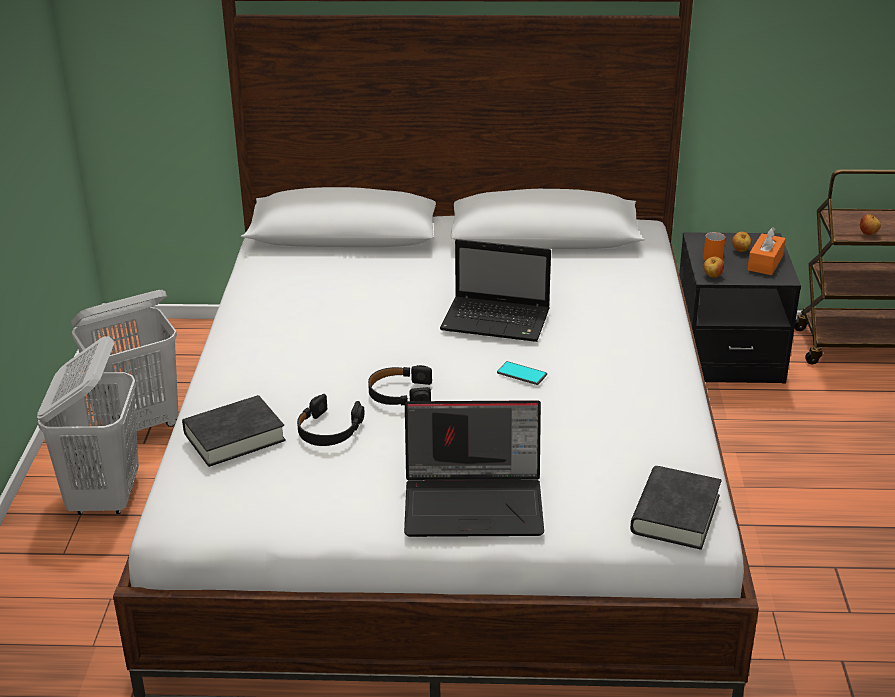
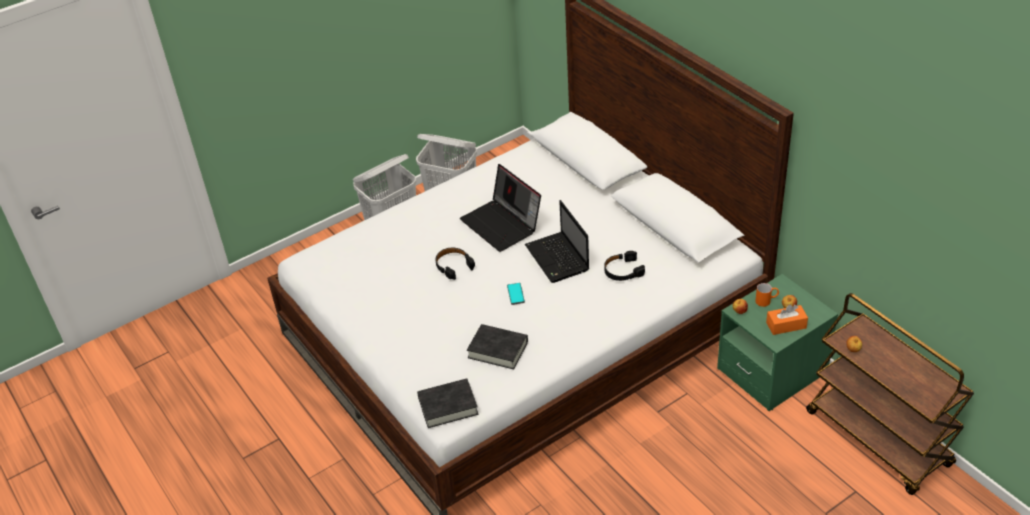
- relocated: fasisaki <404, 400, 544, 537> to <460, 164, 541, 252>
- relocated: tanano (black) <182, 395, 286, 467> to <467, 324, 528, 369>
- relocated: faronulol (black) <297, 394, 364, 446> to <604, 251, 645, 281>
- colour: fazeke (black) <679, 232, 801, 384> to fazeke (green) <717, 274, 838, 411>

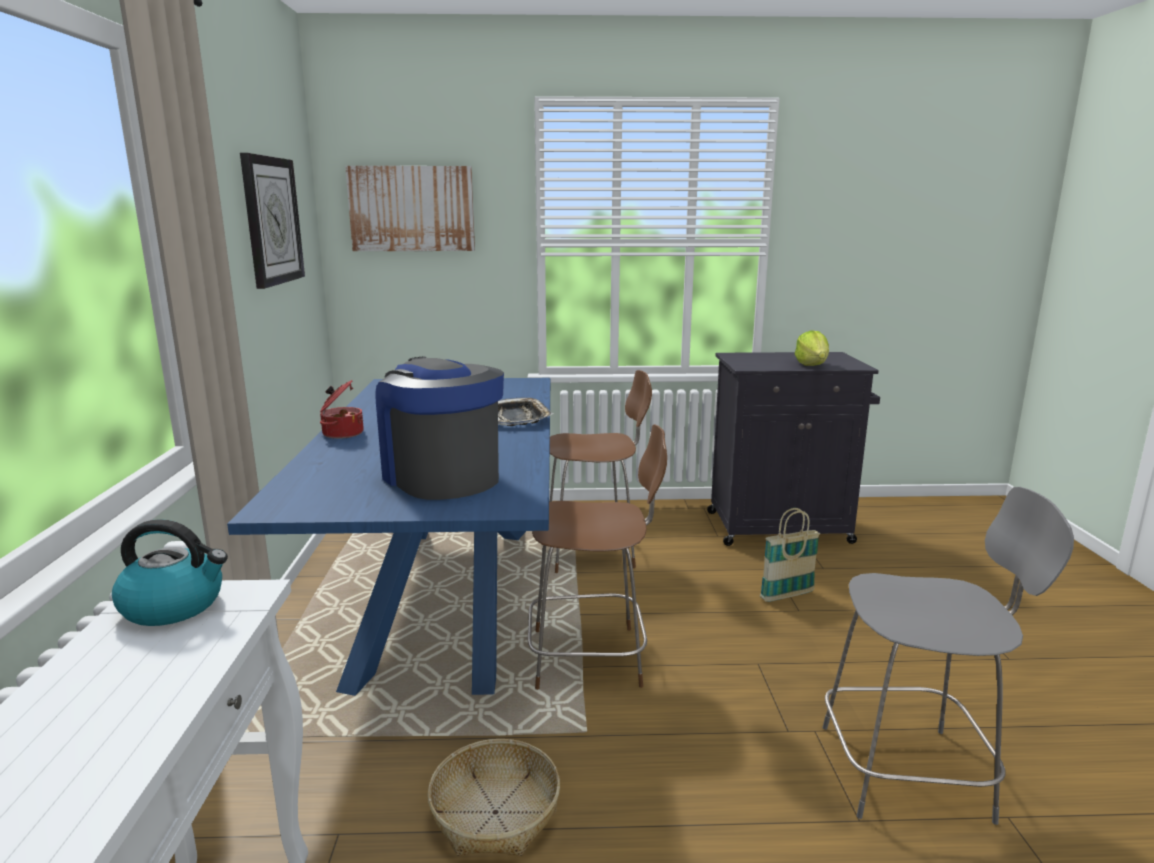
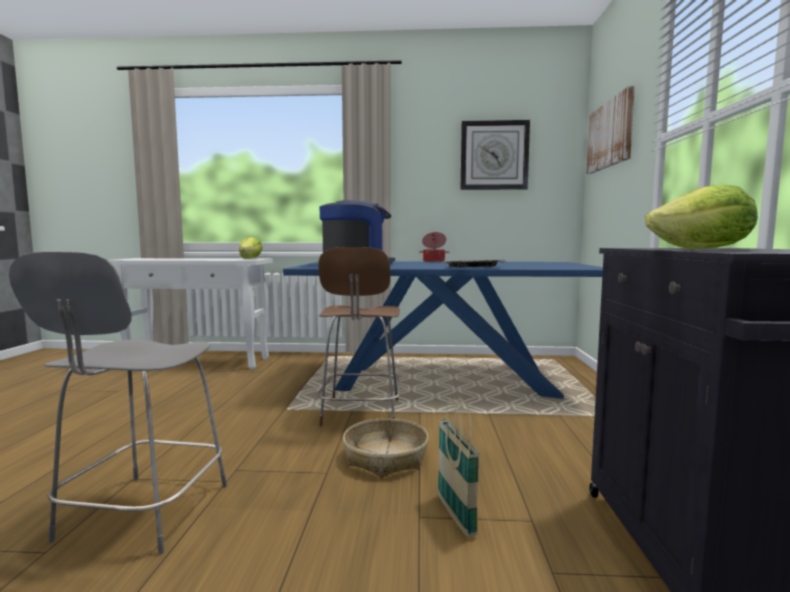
- exchanged: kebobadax <112, 519, 228, 626> to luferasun <239, 237, 263, 259>
- relocated: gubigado <428, 739, 560, 856> to <343, 418, 429, 477>
- missing: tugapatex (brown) <550, 370, 652, 573>

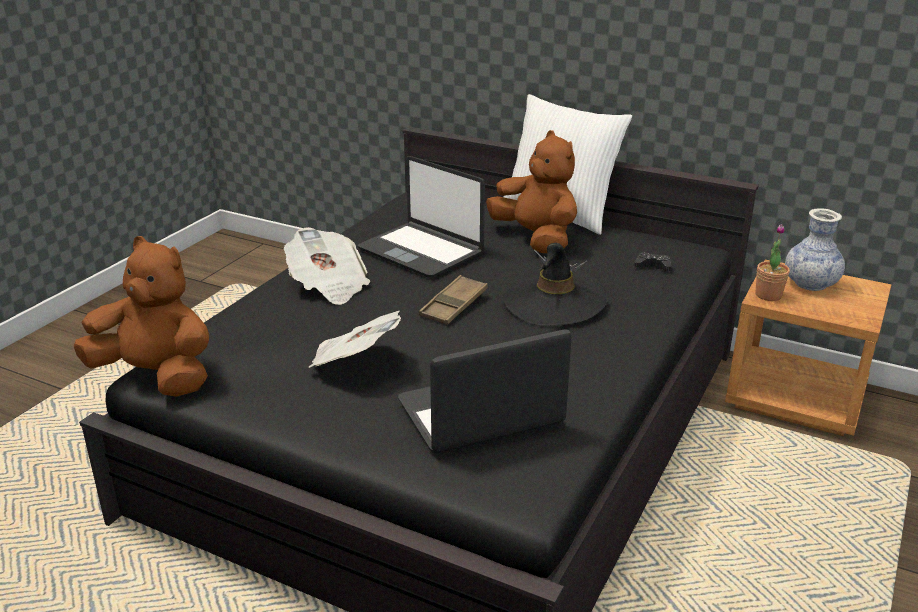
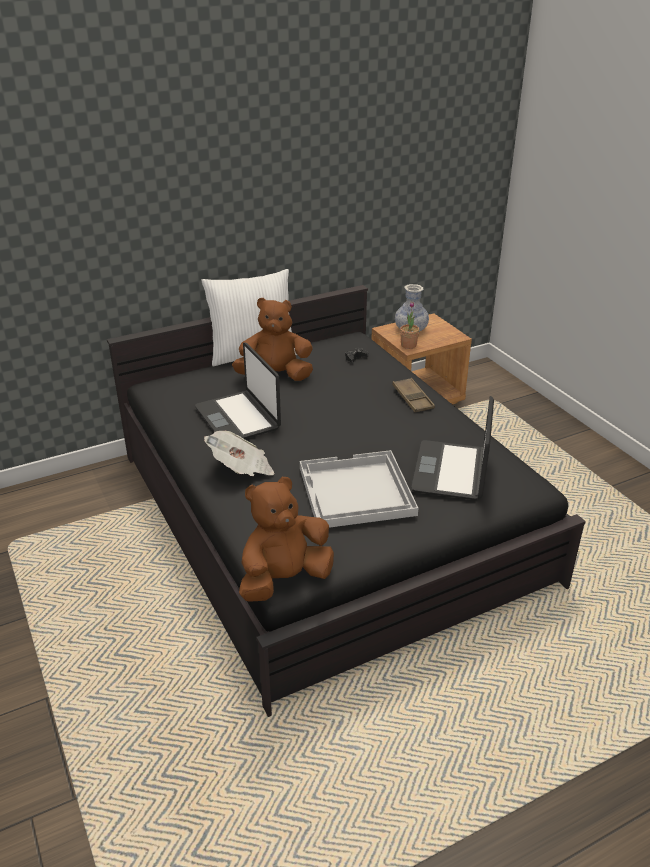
- spun: fasisaki <358, 156, 485, 278> = <195, 343, 281, 439> 75 degrees clockwise
- exchanged: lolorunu <308, 311, 401, 368> to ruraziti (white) <300, 450, 418, 528>
- relocated: ruraziti (brown) <419, 275, 488, 325> to <392, 378, 435, 413>
- missing: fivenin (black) <503, 243, 607, 326>

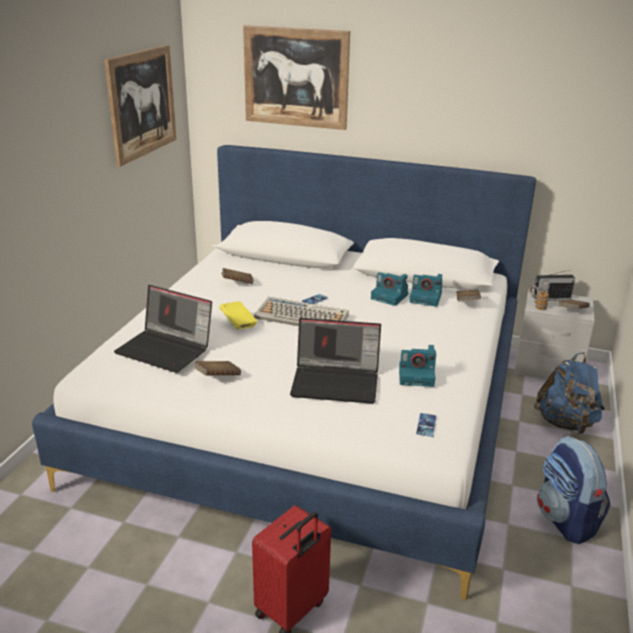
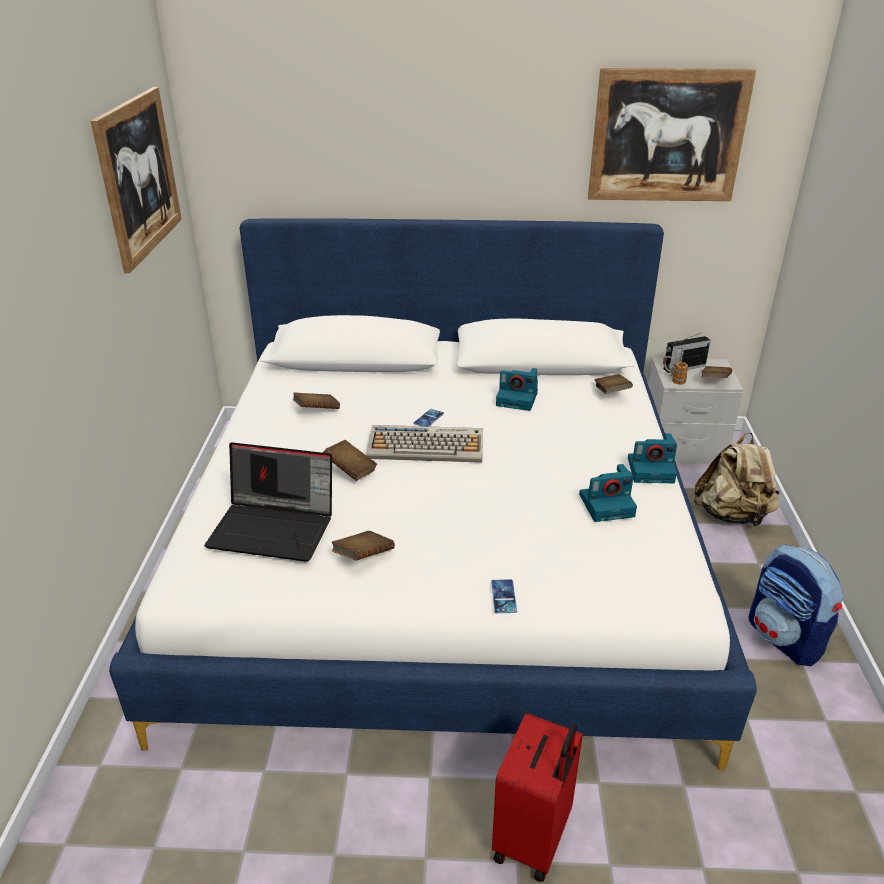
- colour: tanano (yellow) <219, 301, 258, 329> to tanano (brown) <323, 440, 378, 481>
- relocated: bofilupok <416, 413, 437, 437> to <491, 579, 517, 613>
- relocated: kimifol <243, 25, 350, 130> to <588, 68, 756, 201>
- relocated: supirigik <409, 274, 442, 307> to <628, 433, 677, 483>
- colour: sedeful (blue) <534, 352, 605, 434> to sedeful (beige) <694, 432, 779, 527>
- missing: fasisaki <290, 318, 381, 404>

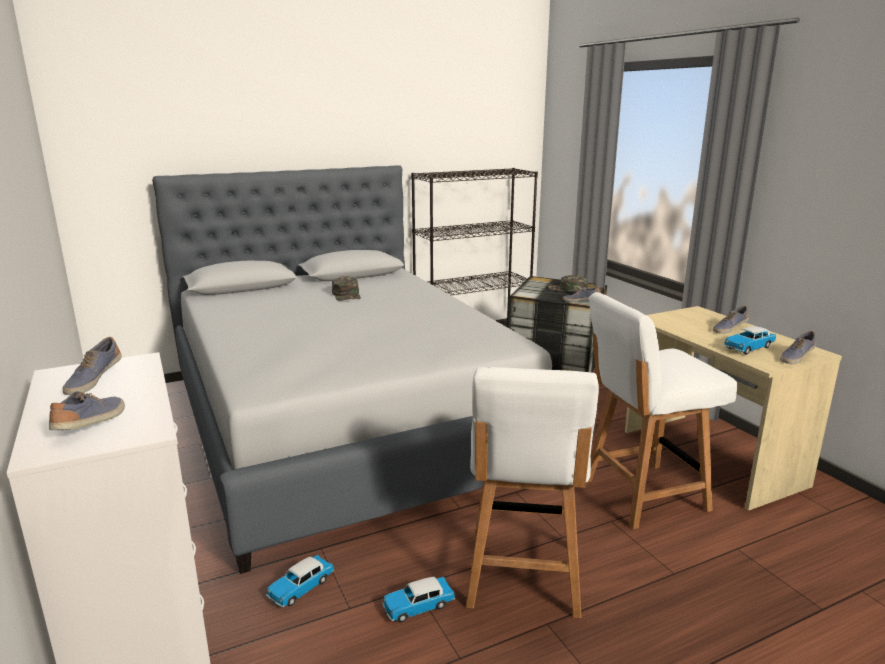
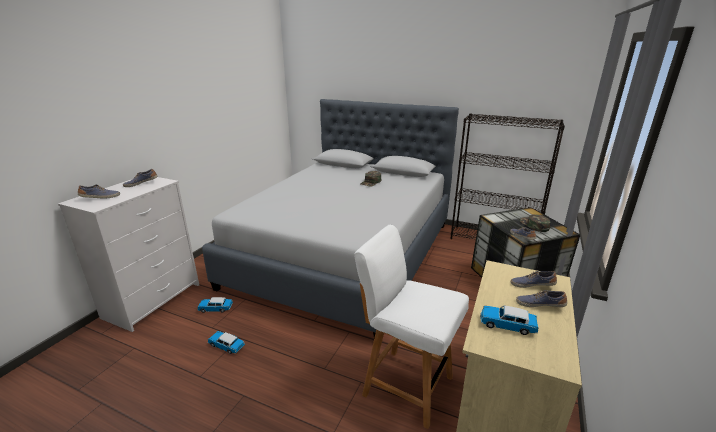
- relocated: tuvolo <780, 331, 816, 364> to <511, 271, 557, 288>
- missing: tugapatex (white) <466, 367, 599, 618>

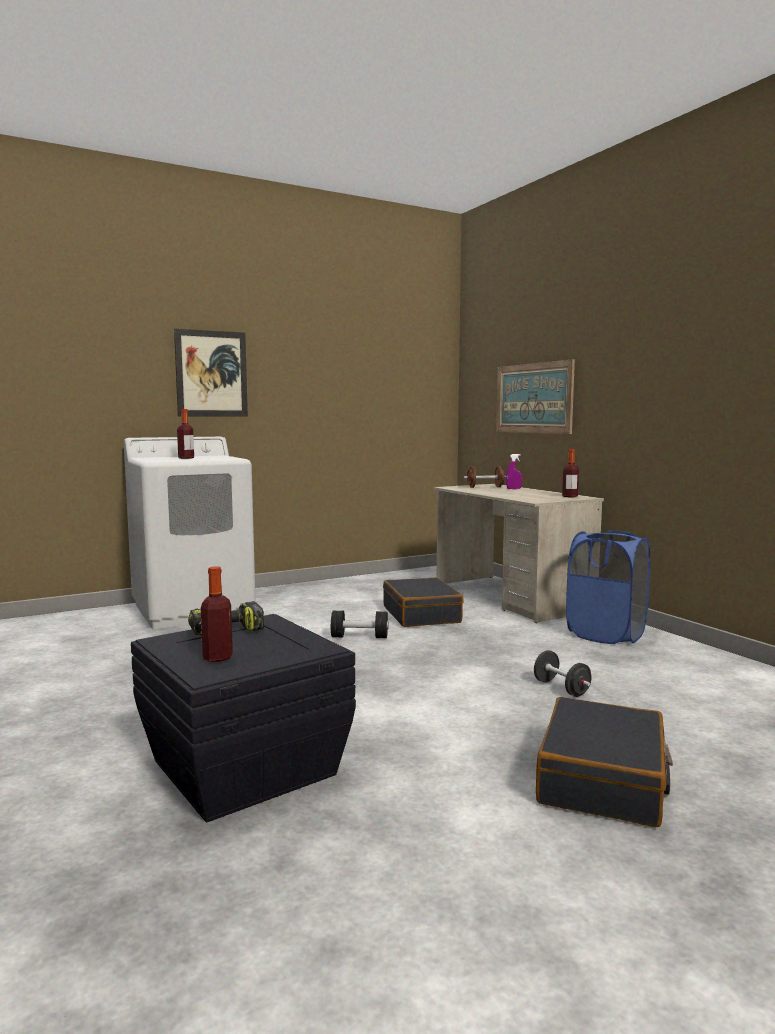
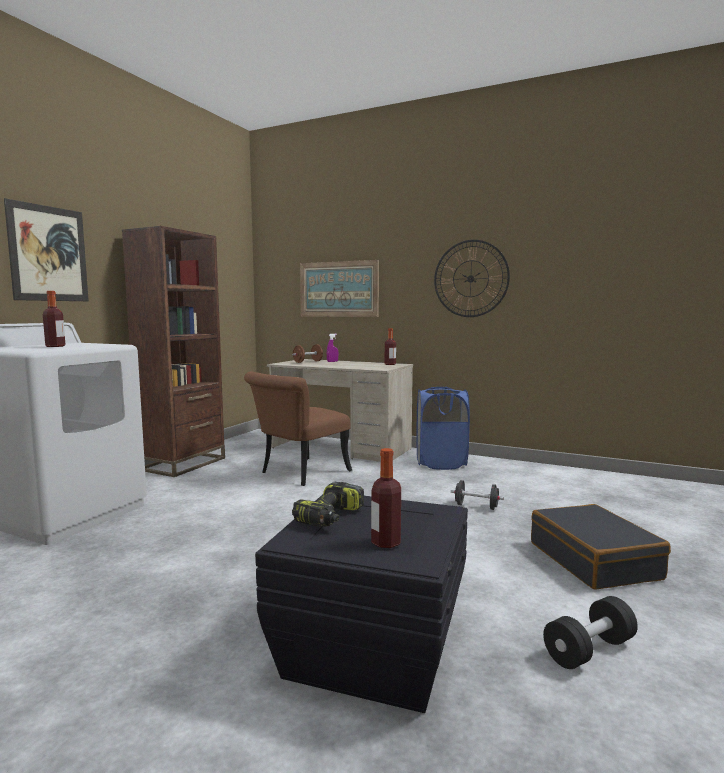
- appeared: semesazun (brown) <122, 226, 225, 477>
- exchanged: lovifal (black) <383, 577, 464, 627> to tugapatex (brown) <244, 372, 352, 486>
- appeared: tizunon <434, 240, 510, 317>
- relocated: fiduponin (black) <331, 611, 389, 638> to <543, 596, 638, 669>

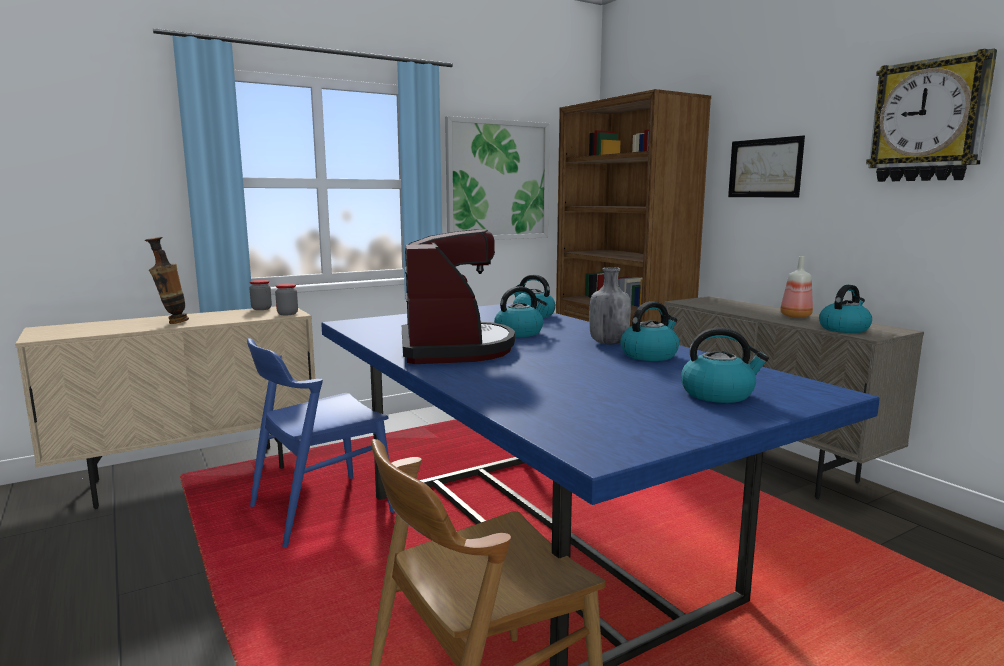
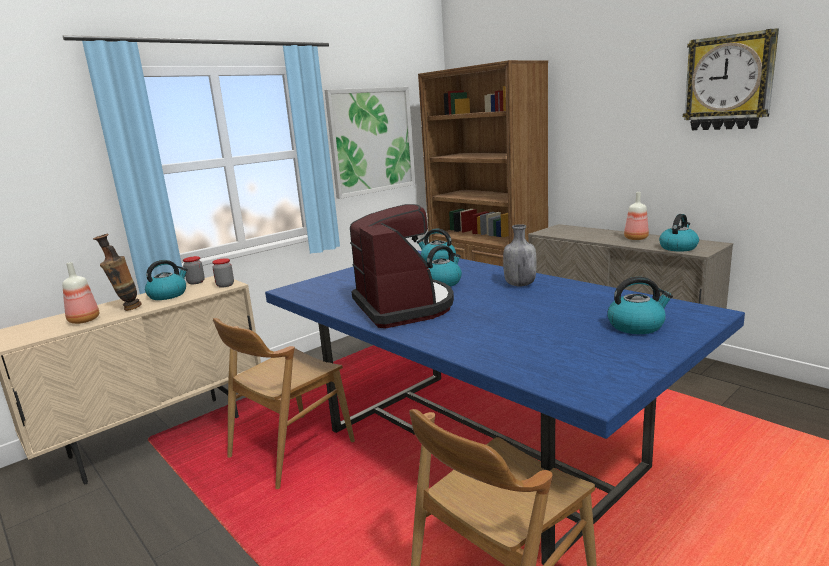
- appeared: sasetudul <62, 262, 99, 324>
- relocated: kebobadax <620, 301, 679, 361> to <145, 260, 188, 300>
- colour: tugapatex (blue) <247, 338, 395, 547> to tugapatex (brown) <213, 318, 355, 489>
- missing: kimifol <728, 135, 805, 197>

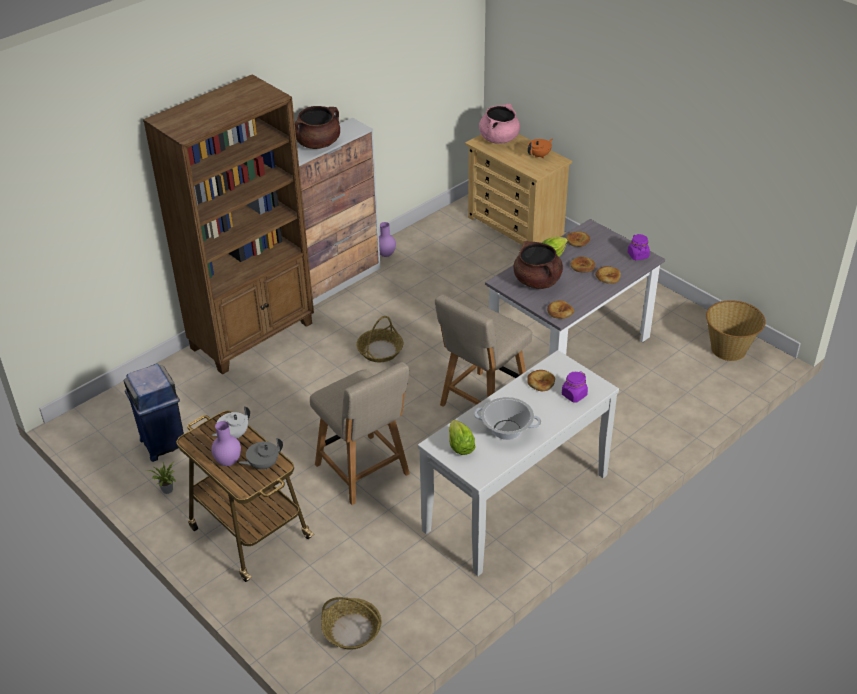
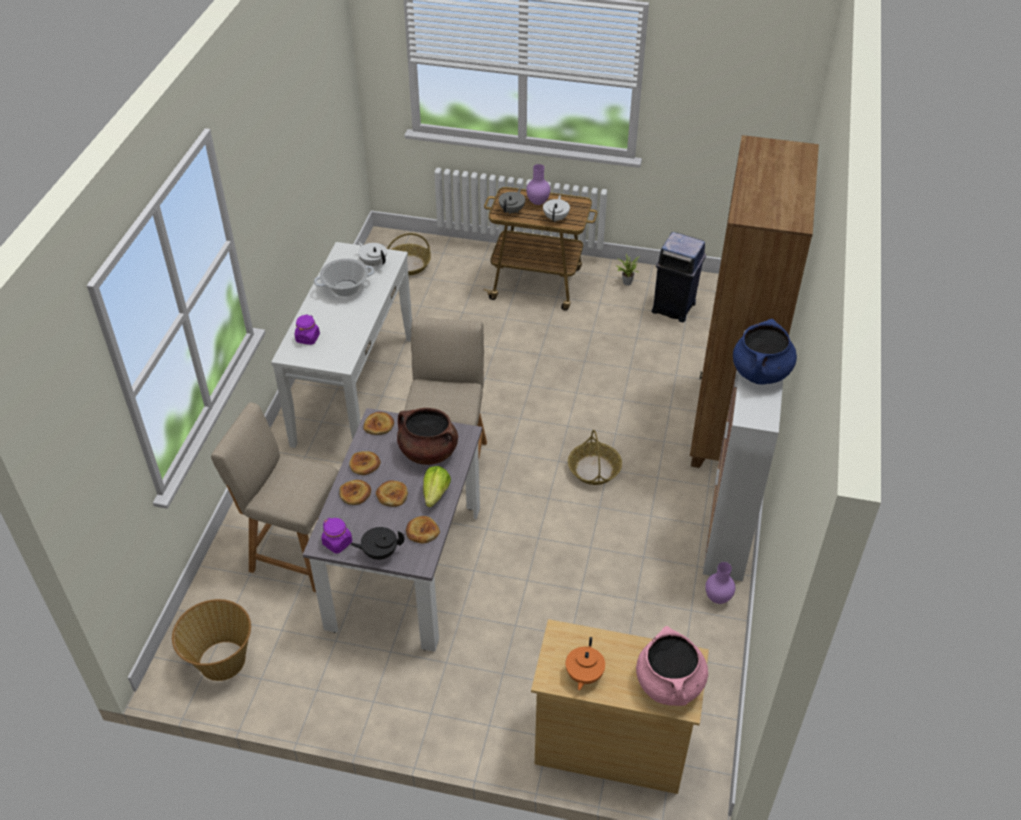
- relocated: tugapatex (beige) <310, 362, 410, 505> to <211, 402, 339, 592>
- relocated: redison <527, 370, 555, 391> to <349, 451, 381, 475>
- appeared: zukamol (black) <350, 527, 404, 560>
- exchanged: luferasun <449, 420, 476, 455> to zukamol (white) <358, 241, 387, 266>
- colour: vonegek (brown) <295, 106, 340, 149> to vonegek (blue) <733, 319, 797, 385>

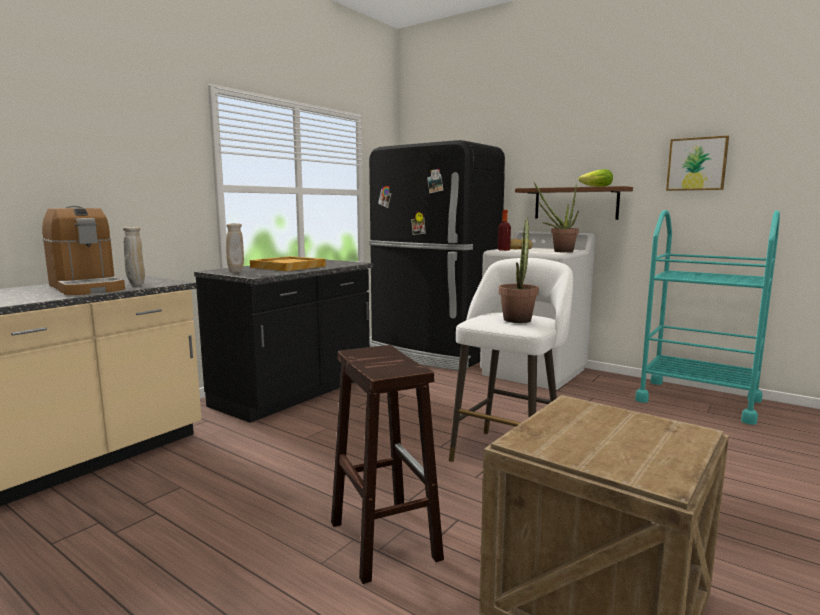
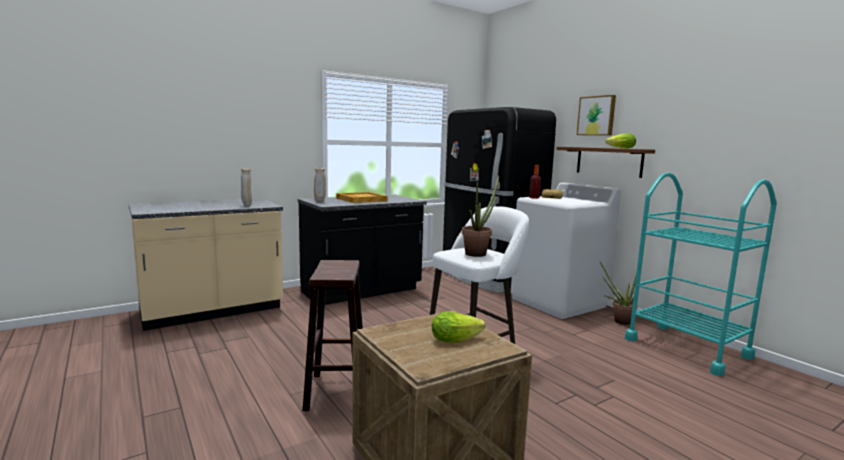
- appeared: luferasun <432, 312, 485, 343>
- relocated: kimifol <666, 136, 729, 191> to <577, 95, 616, 136>
- relocated: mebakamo <534, 182, 579, 253> to <600, 262, 636, 325>
- missing: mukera <42, 206, 125, 295>

